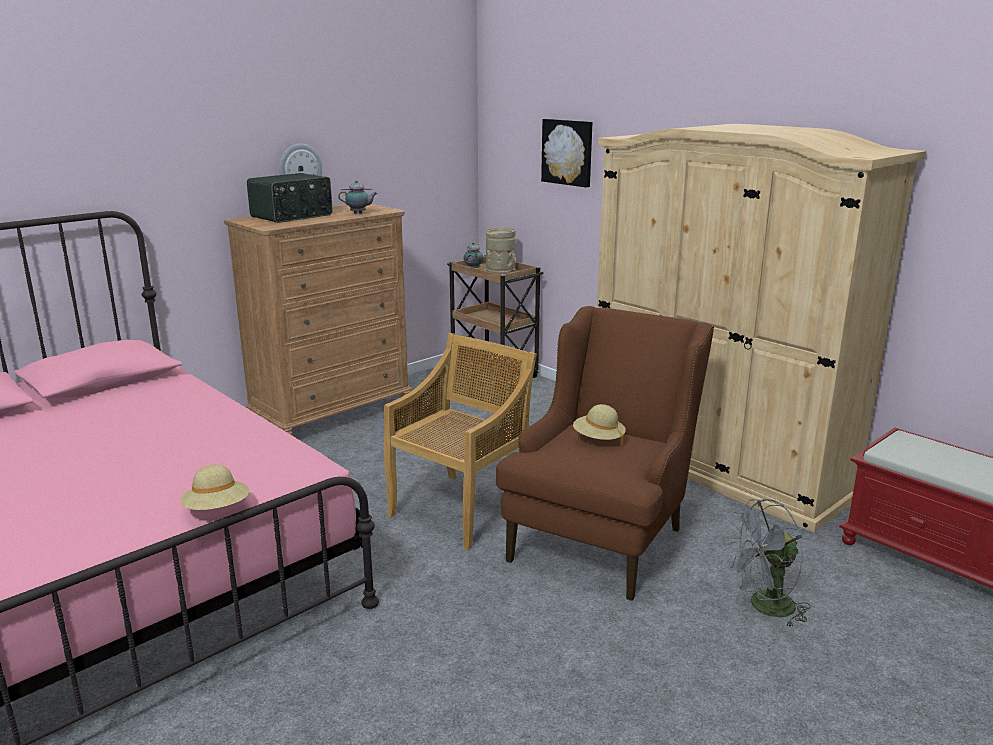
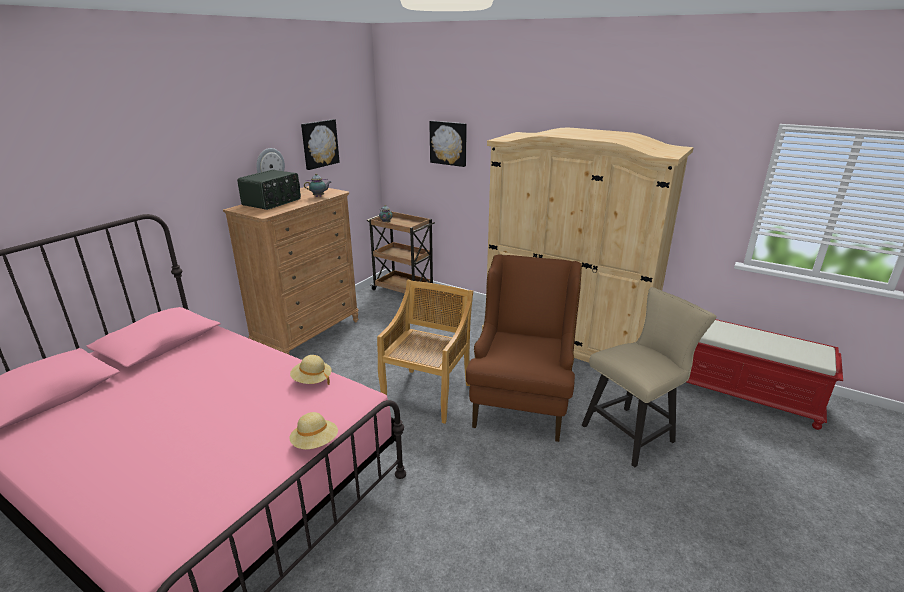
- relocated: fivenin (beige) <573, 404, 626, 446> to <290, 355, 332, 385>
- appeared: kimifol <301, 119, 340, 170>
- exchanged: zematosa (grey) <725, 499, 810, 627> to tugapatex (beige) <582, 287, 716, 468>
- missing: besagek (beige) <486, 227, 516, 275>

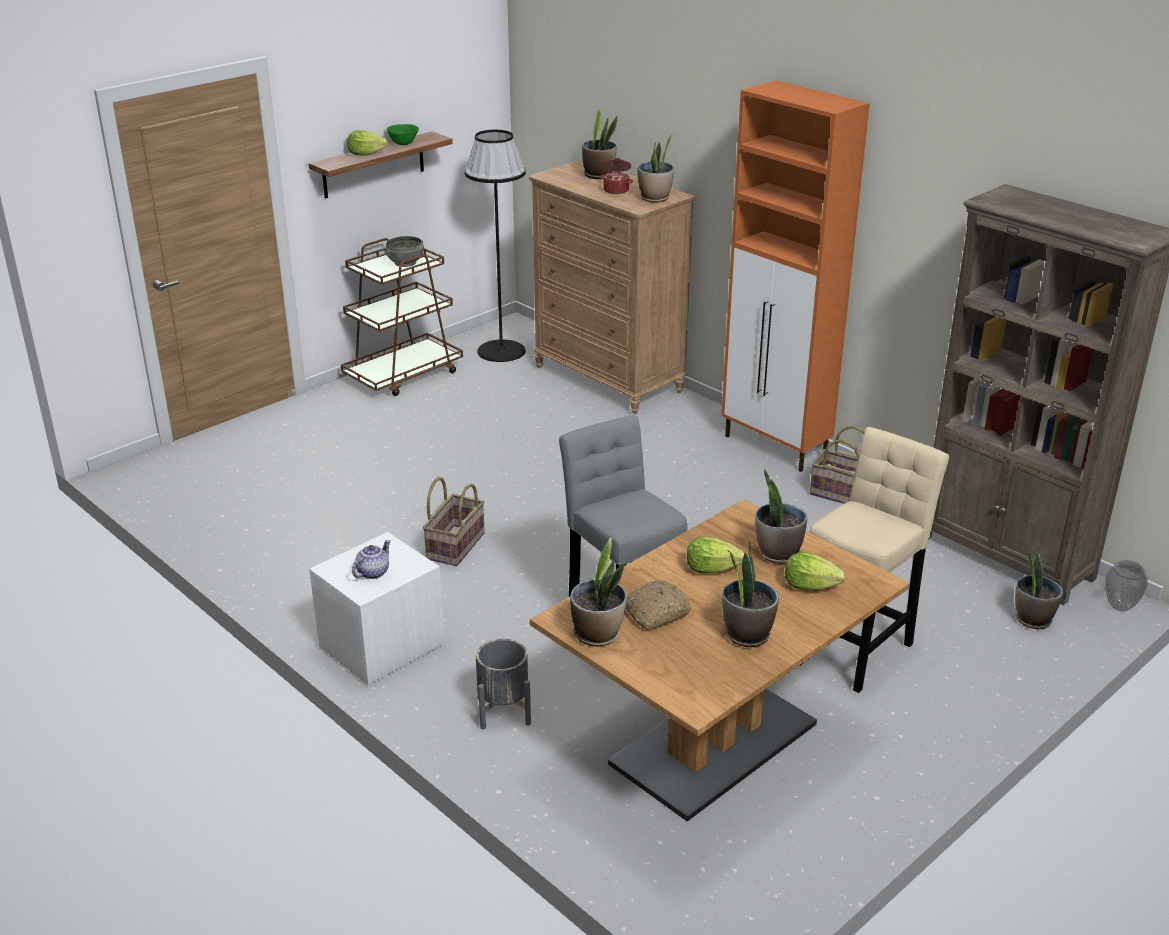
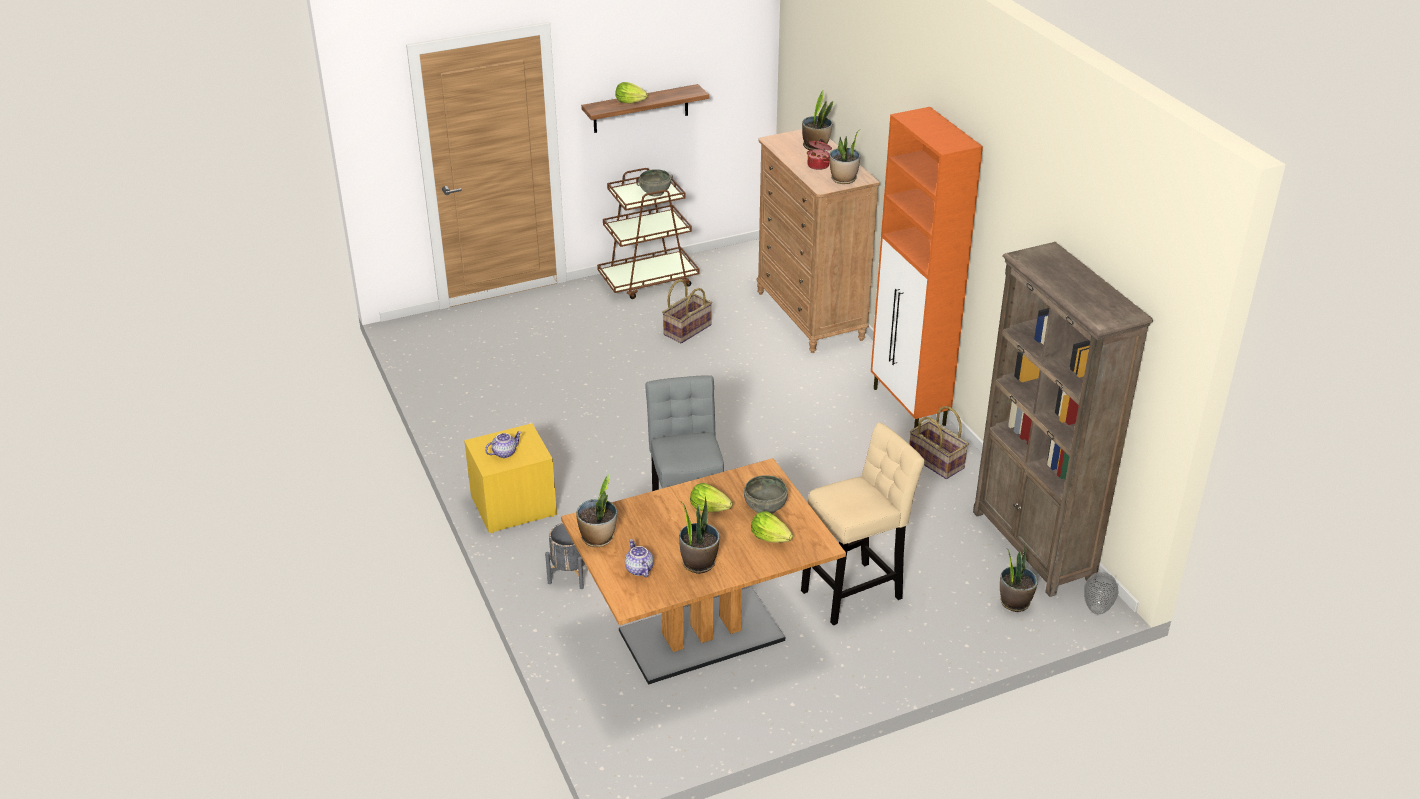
- colour: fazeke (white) <309, 532, 445, 686> to fazeke (yellow) <464, 423, 557, 533>
- appeared: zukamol <625, 539, 654, 577>
- relocated: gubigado <423, 477, 485, 566> to <662, 279, 712, 343>
- exchanged: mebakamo <755, 469, 807, 564> to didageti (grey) <744, 475, 788, 514>
- missing: didageti (green) <387, 124, 419, 145>
- missing: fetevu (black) <465, 130, 526, 362>
- missing: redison <625, 580, 691, 630>

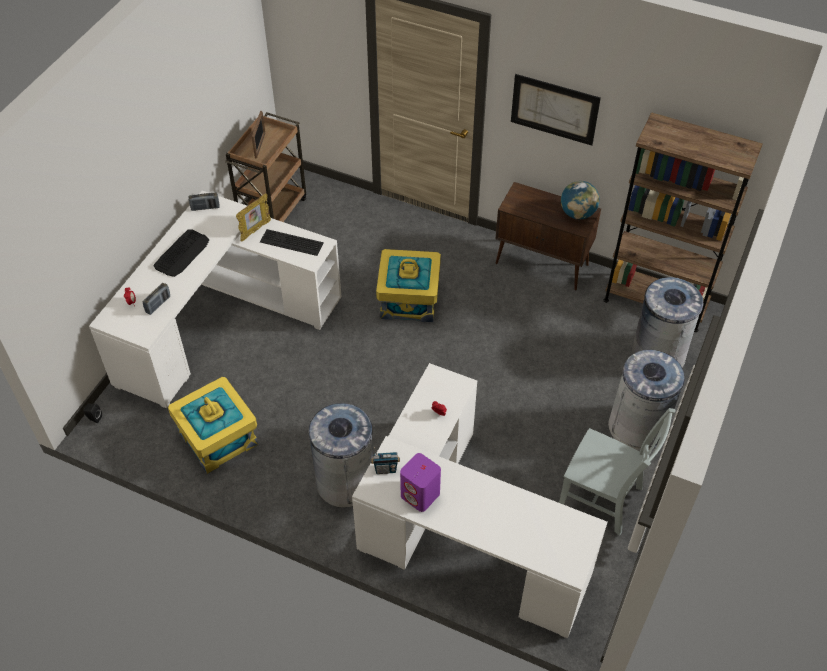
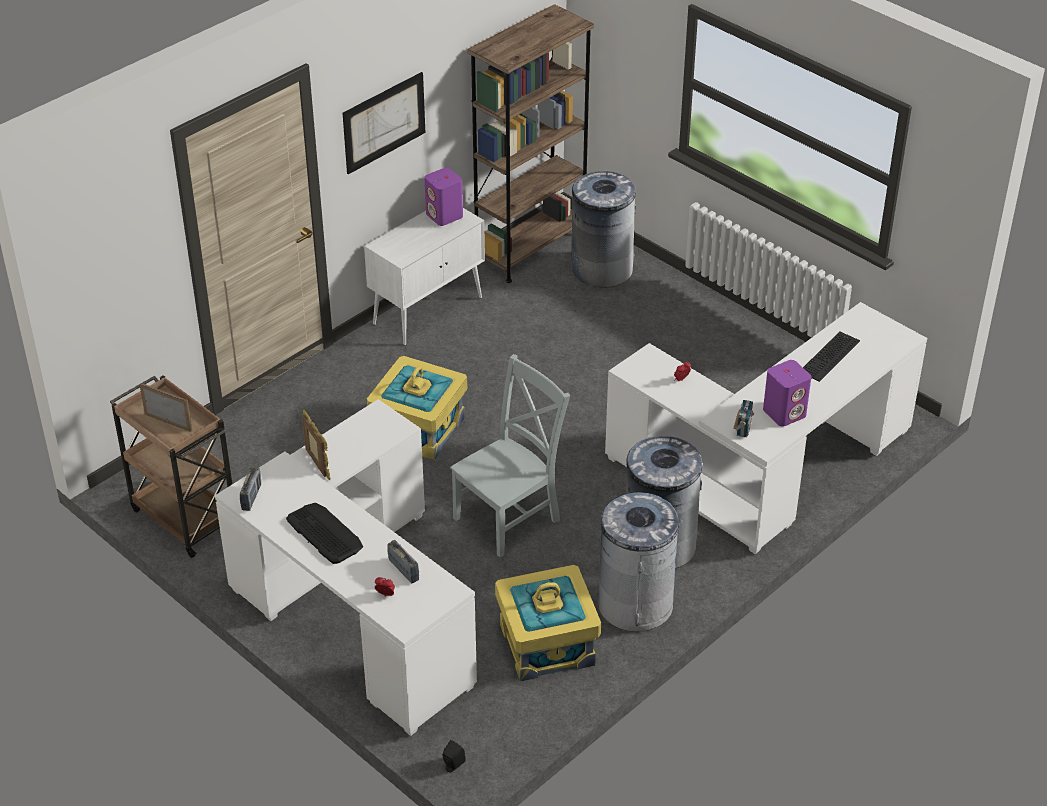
- colour: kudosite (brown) <495, 182, 601, 290> to kudosite (white) <364, 208, 485, 345>
- exchanged: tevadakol <561, 181, 600, 219> to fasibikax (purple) <424, 168, 463, 226>
- relocated: tugapatex (grey) <559, 408, 675, 536> to <450, 354, 570, 557>
- relocated: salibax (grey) <608, 350, 685, 451> to <598, 492, 680, 632>
- relocated: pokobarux <260, 229, 324, 256> to <803, 331, 860, 382>

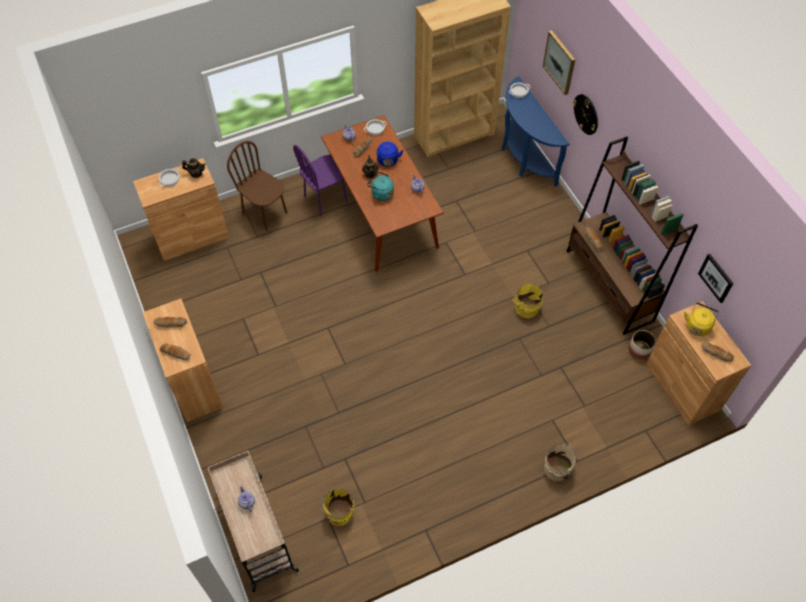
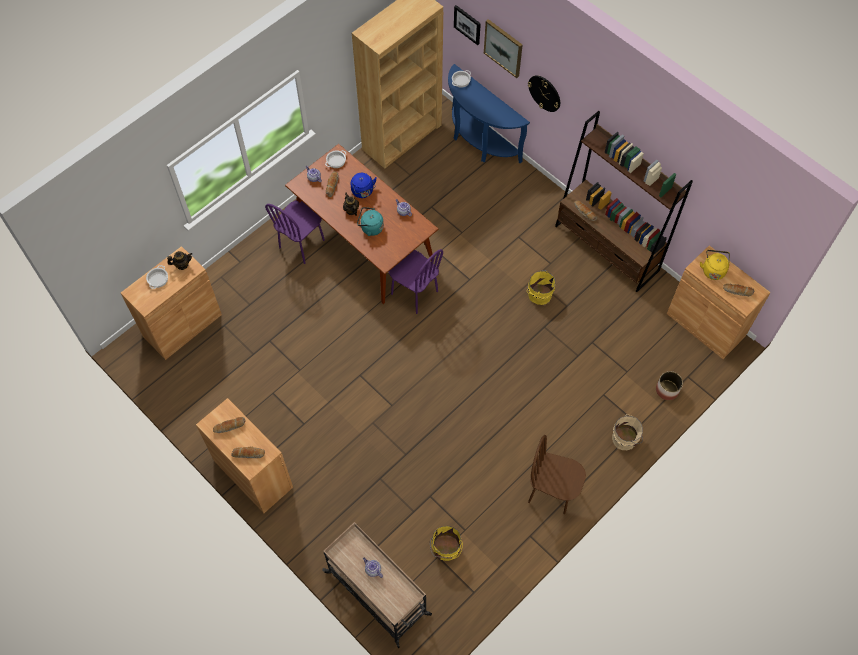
- appeared: tugapatex (purple) <389, 249, 443, 314>
- relocated: kimifol <698, 254, 733, 303> to <454, 5, 481, 45>
- relocated: tugapatex (brown) <227, 141, 287, 231> to <528, 435, 586, 514>
- relocated: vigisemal <628, 330, 656, 360> to <656, 371, 683, 400>

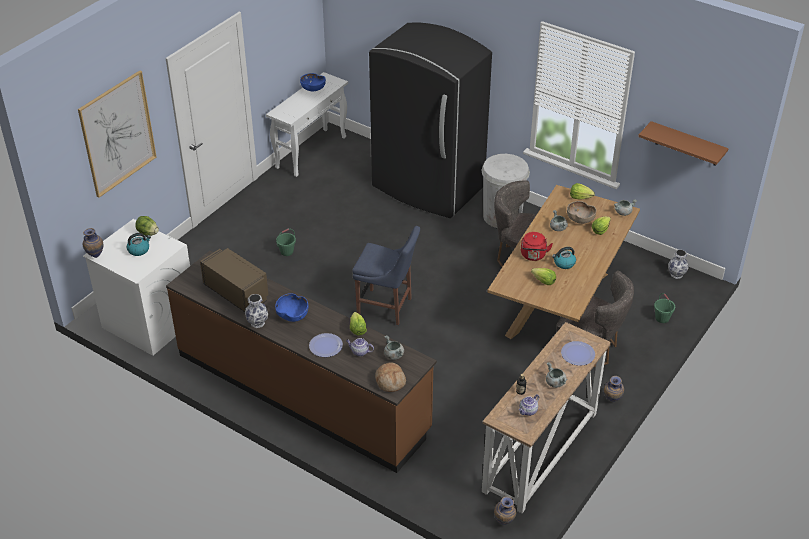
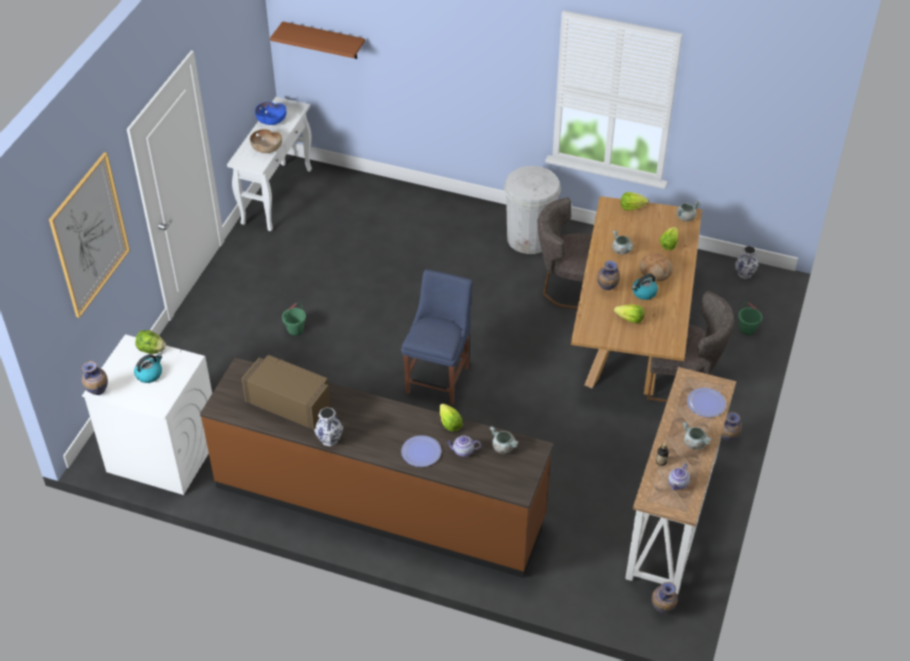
- relocated: didageti (brown) <567, 201, 596, 224> to <250, 129, 282, 153>
- relocated: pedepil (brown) <638, 121, 729, 166> to <270, 21, 365, 59>
- spun: tugapatex (blue) <352, 226, 420, 325> = <401, 269, 473, 405> 75 degrees counterclockwise
- exchanged: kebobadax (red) <521, 232, 553, 261> to besagek <597, 260, 620, 290>
- relocated: redison <375, 363, 406, 392> to <639, 252, 673, 281>
- missing: didageti (blue) <275, 293, 308, 322>
- missing: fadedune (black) <369, 22, 492, 218>

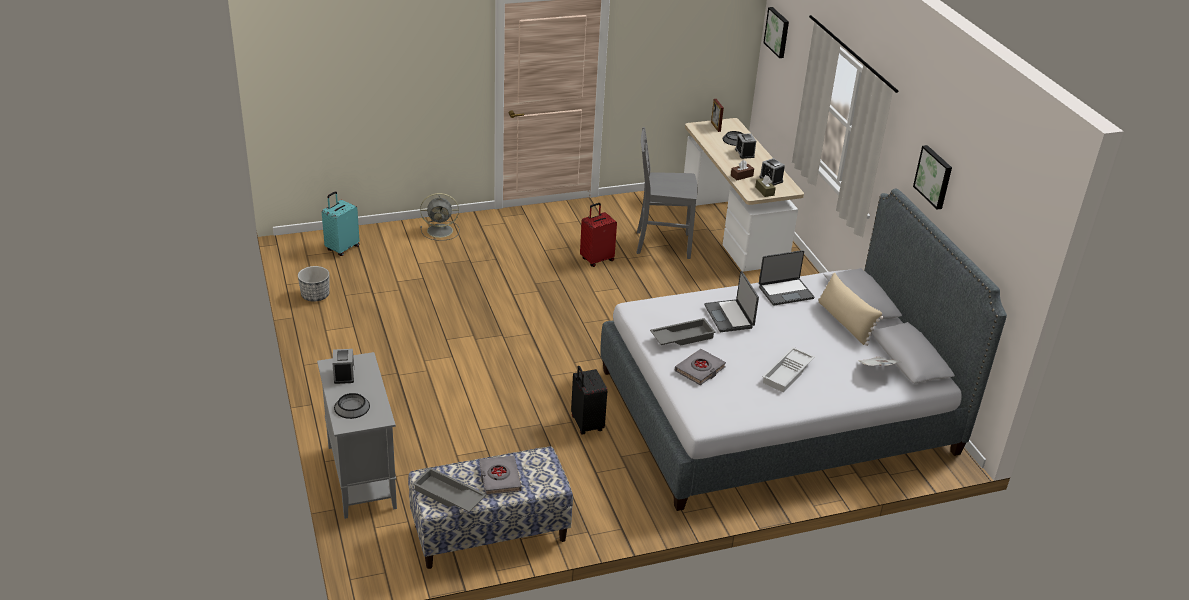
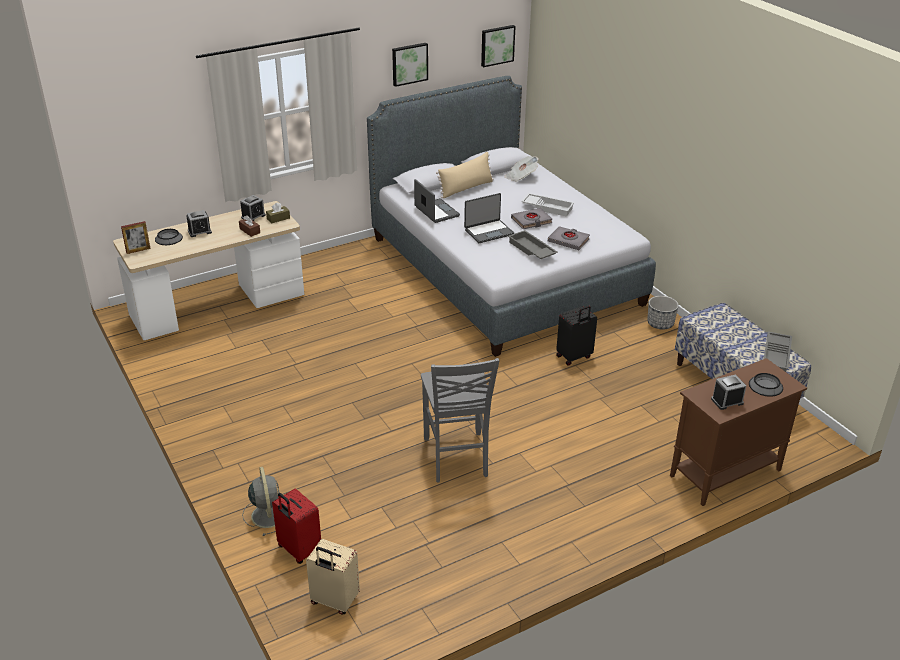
- relocated: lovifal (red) <580, 203, 617, 267> to <272, 489, 321, 564>
- colour: lovifal (turquoise) <322, 191, 360, 256> to lovifal (beige) <306, 539, 360, 615>
- relocated: tugapatex (grey) <637, 127, 697, 259> to <421, 358, 499, 482>
- relocated: kimifol <763, 7, 789, 58> to <481, 25, 516, 67>
- relocated: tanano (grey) <479, 456, 522, 495> to <511, 208, 553, 229>
- relocated: vigisemal <298, 266, 330, 302> to <647, 296, 679, 330>
- colour: kudosite (grey) <317, 352, 397, 519> to kudosite (brown) <670, 358, 807, 506>

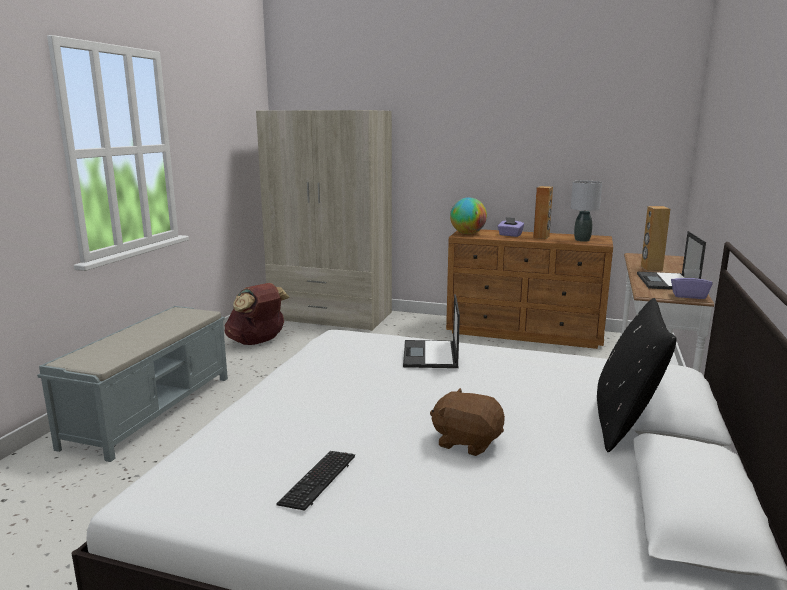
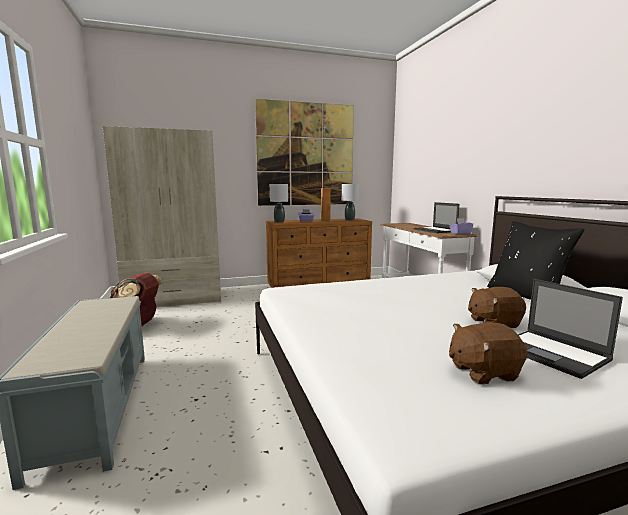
- appeared: kimifol <255, 99, 354, 206>
- exchanged: tevadakol <450, 197, 487, 234> to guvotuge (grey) <270, 184, 288, 223>
- exchanged: pokobarux <276, 451, 355, 511> to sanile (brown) <449, 323, 527, 384>
- relocated: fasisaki <403, 294, 460, 368> to <518, 279, 623, 379>
- missing: fasibikax (brown) <641, 206, 670, 271>

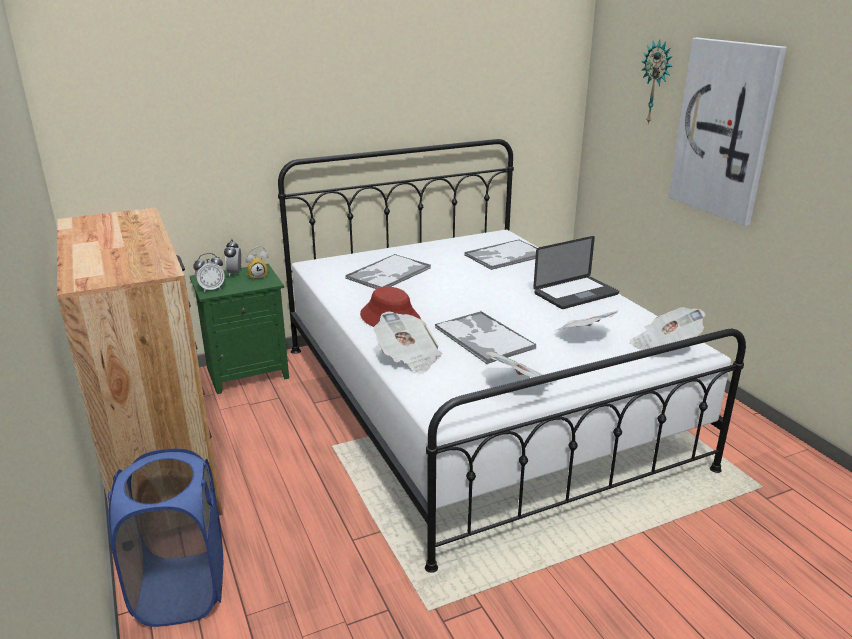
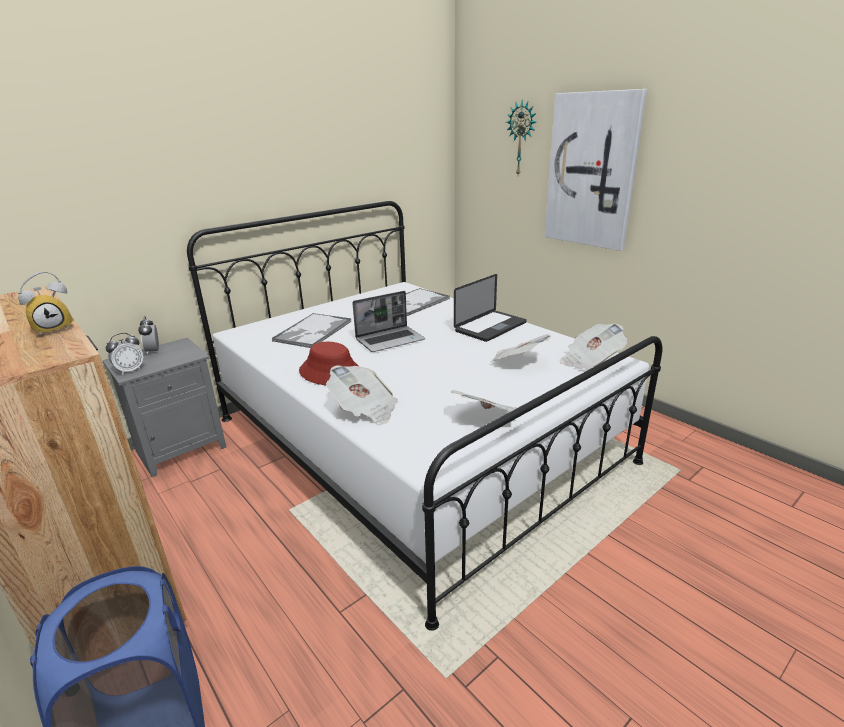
- relocated: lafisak <246, 246, 268, 279> to <18, 271, 73, 336>
- colour: fazeke (green) <190, 264, 289, 394> to fazeke (grey) <102, 338, 226, 477>
- appeared: fasisaki <352, 291, 425, 352>
- missing: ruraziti <435, 311, 536, 365>

